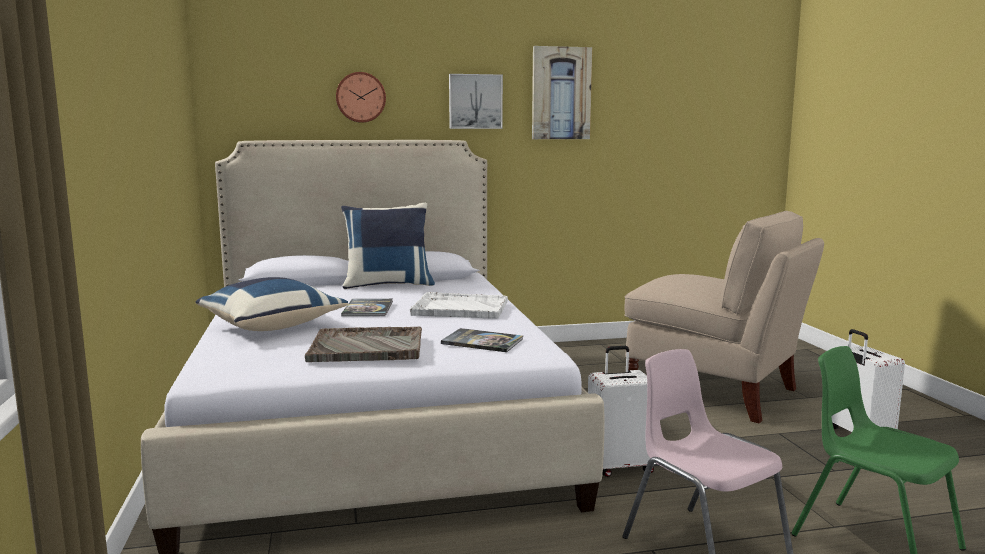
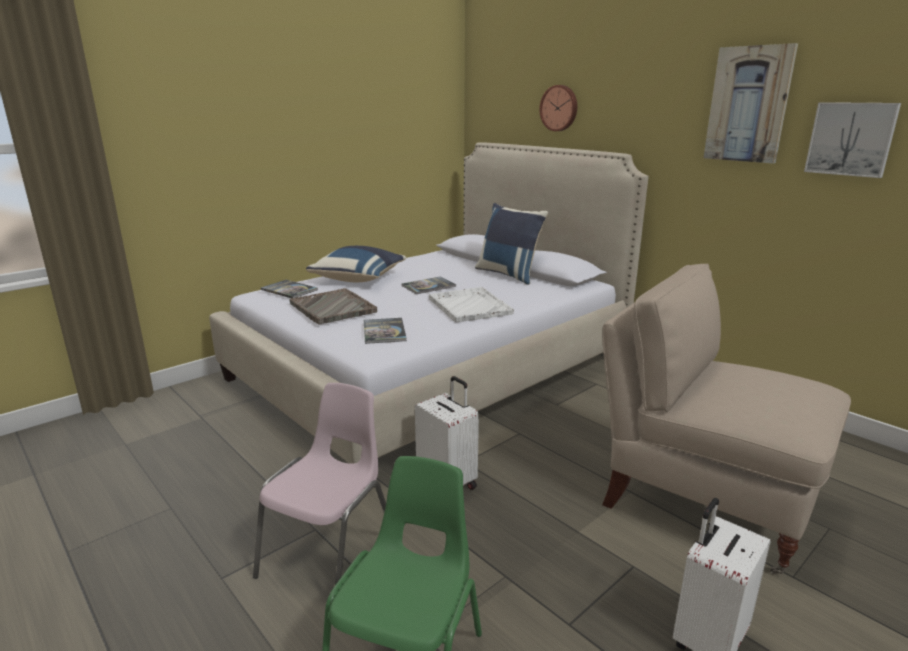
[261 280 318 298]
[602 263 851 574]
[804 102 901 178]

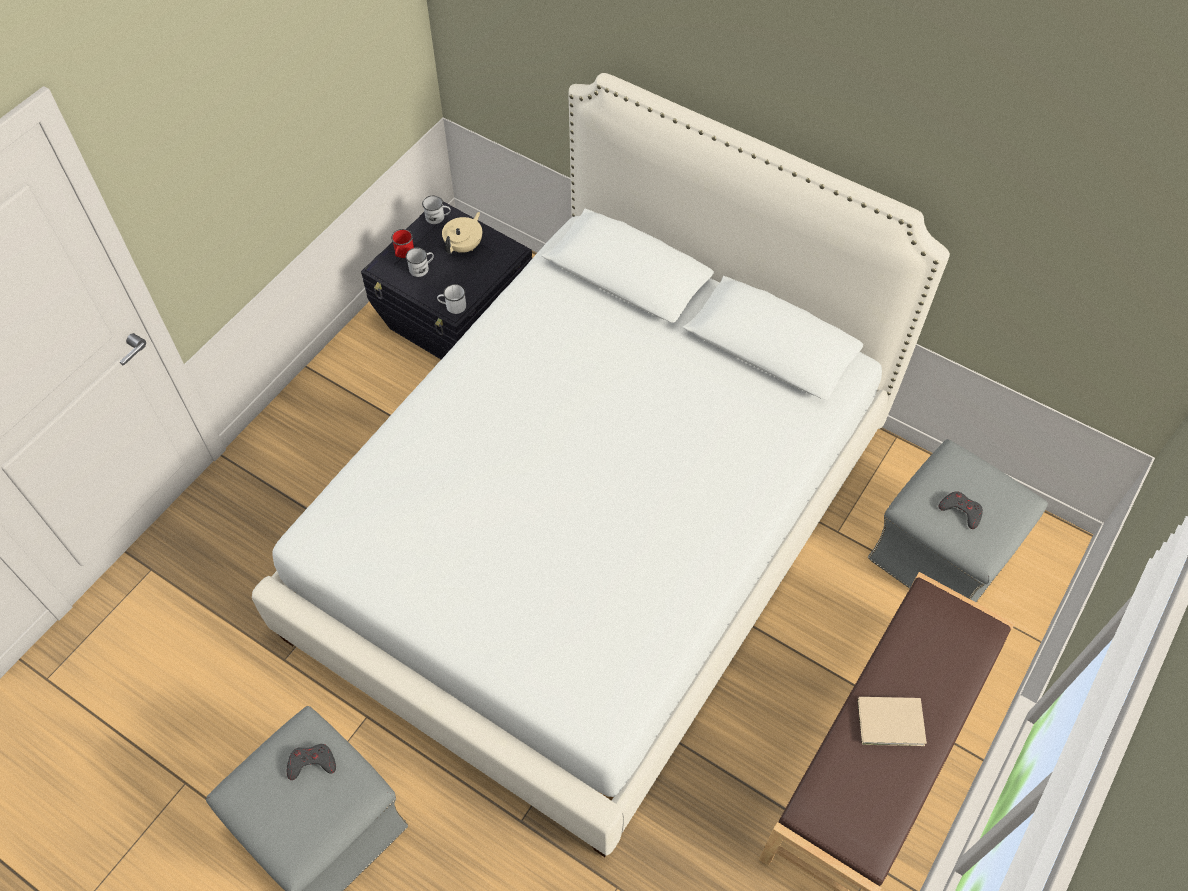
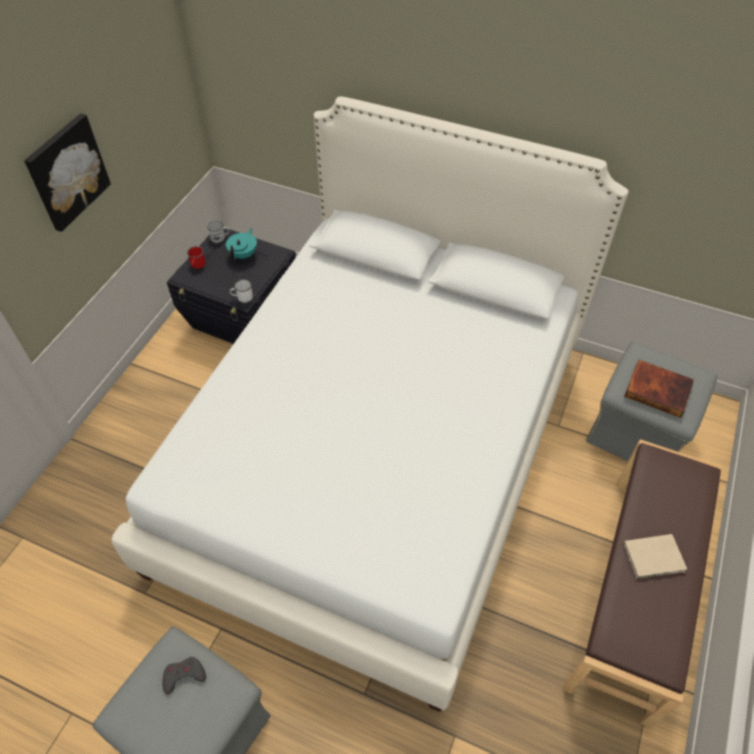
[24 113 111 232]
[226 228 257 260]
[624 360 694 418]
[406 248 434 277] (first image)

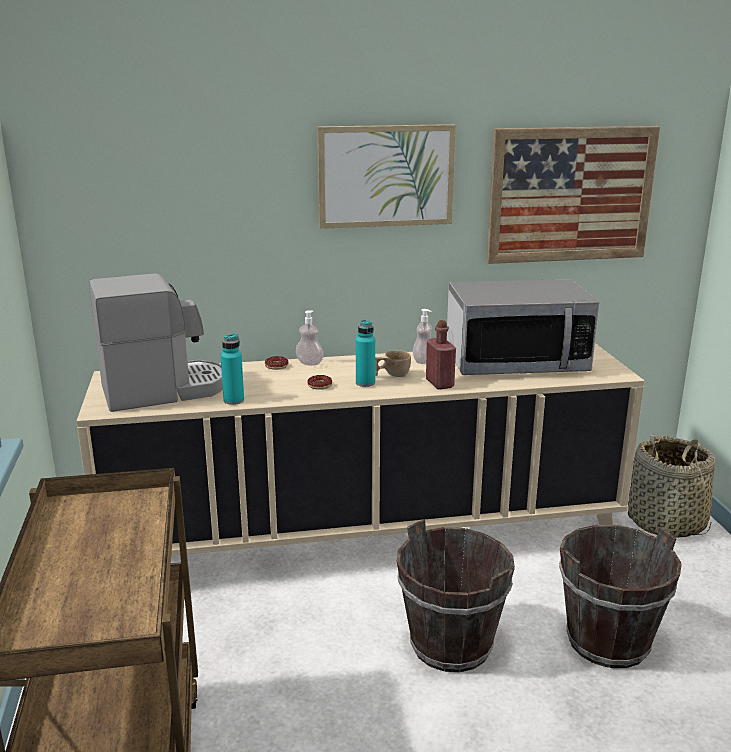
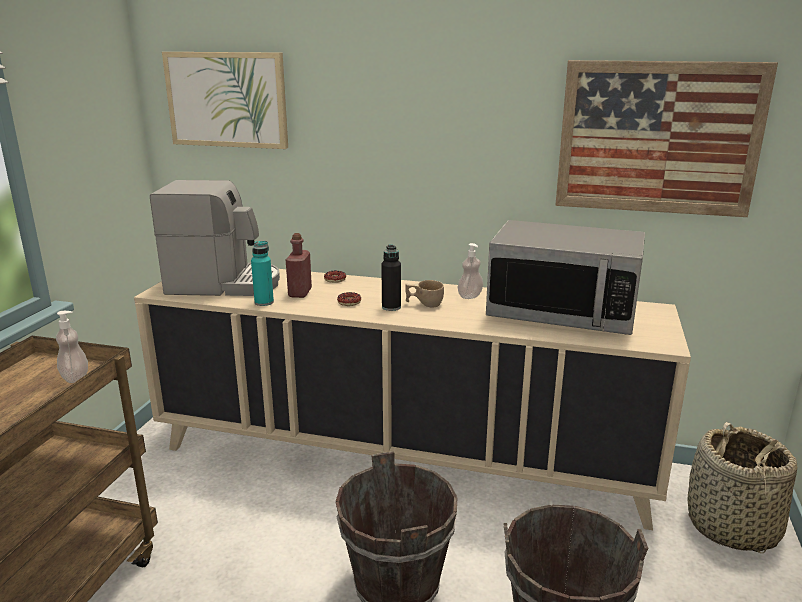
[56 311 88 383]
[162 52 288 149]
[286 233 312 298]
[381 244 401 311]

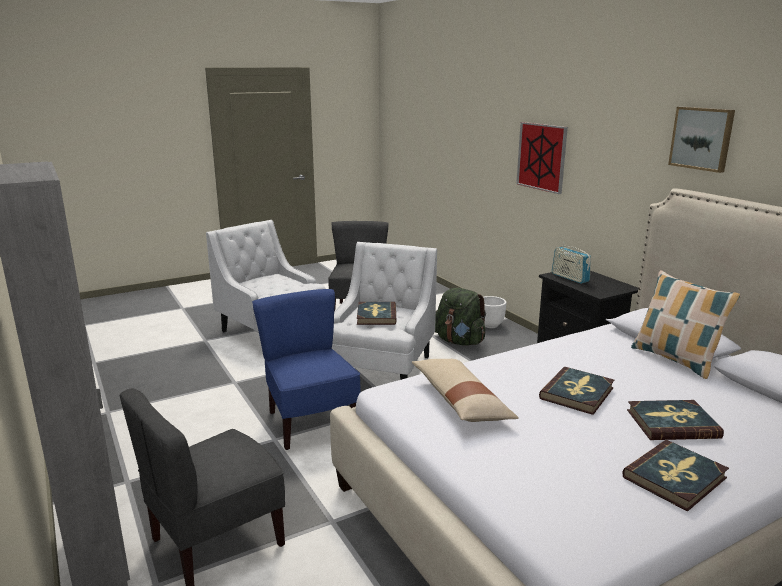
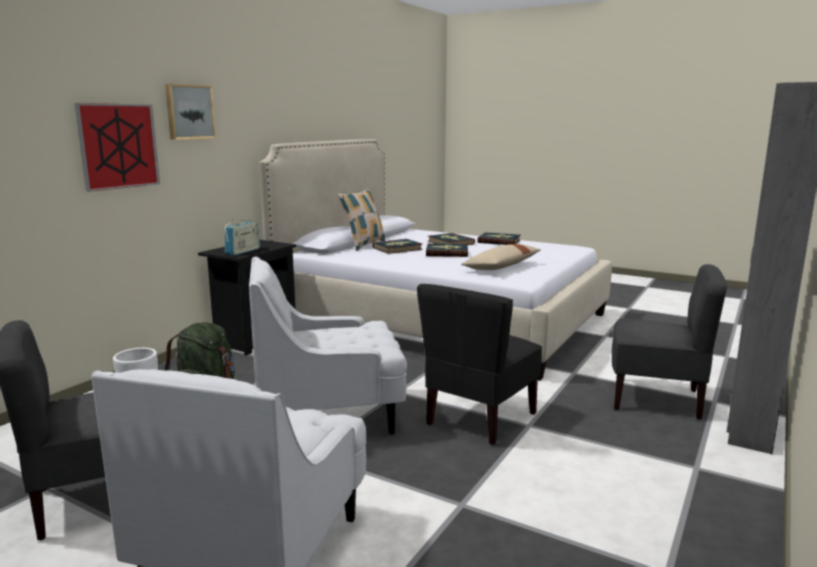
[165 84 216 140]
[372 239 423 254]
[417 284 542 445]

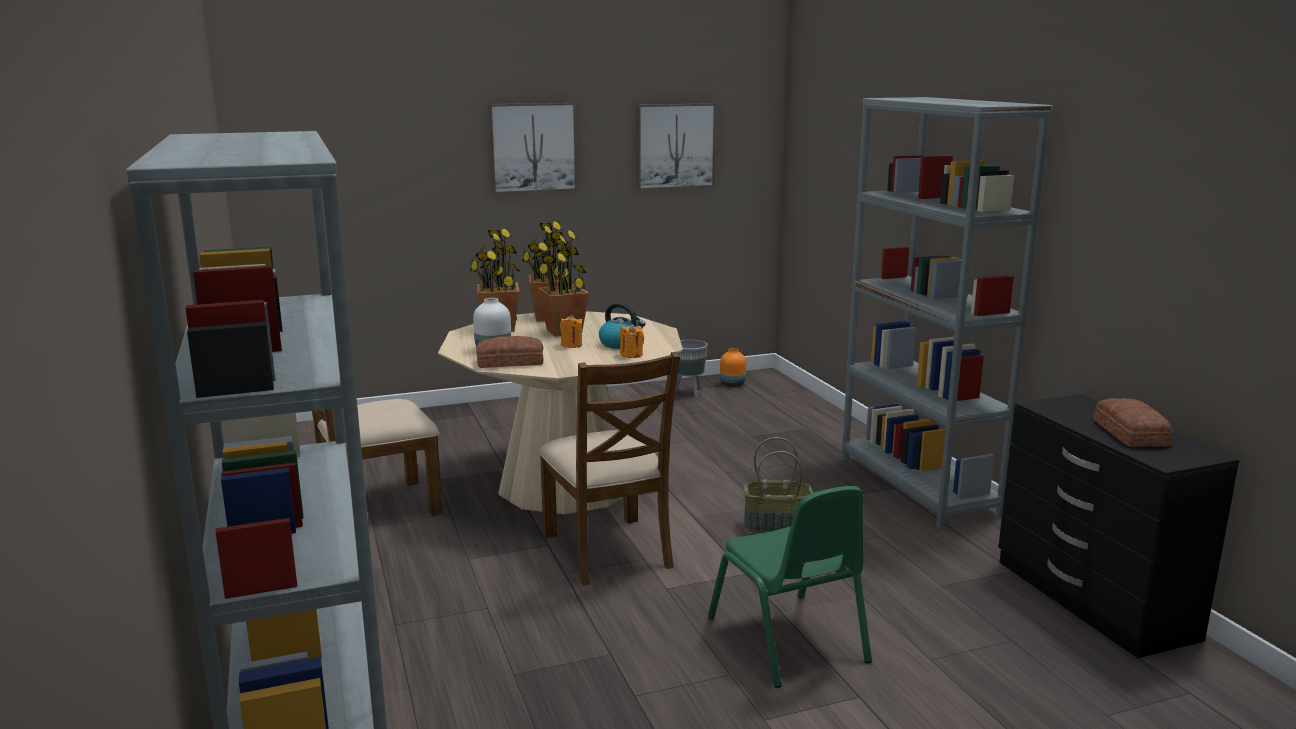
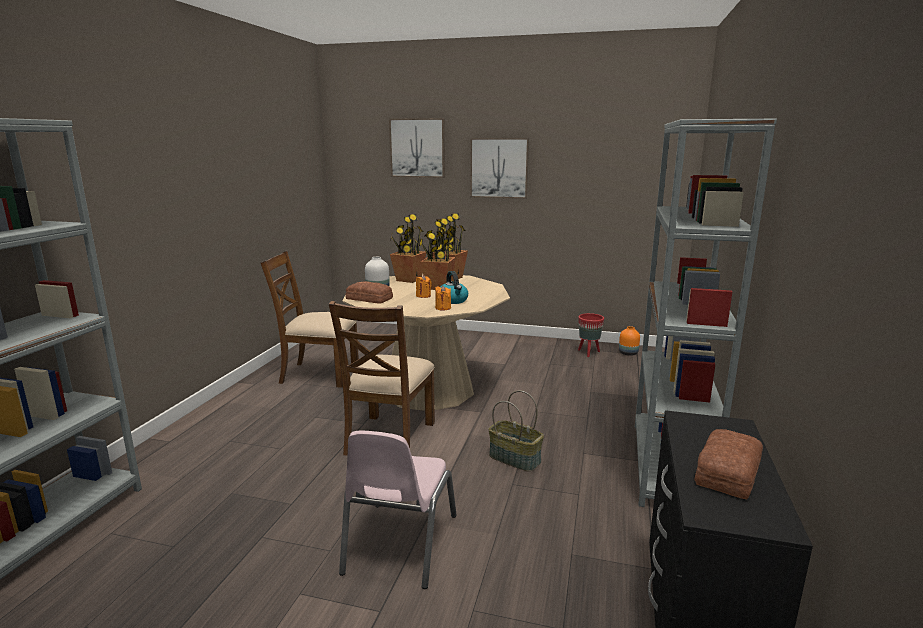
[339 431 457 589]
[389 118 445 178]
[578 313 604 357]

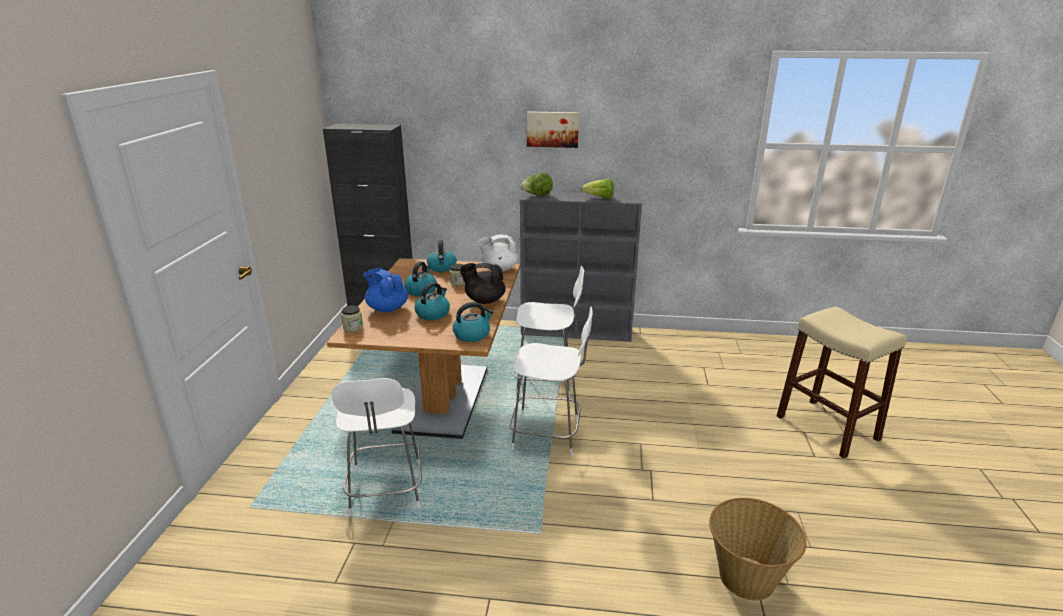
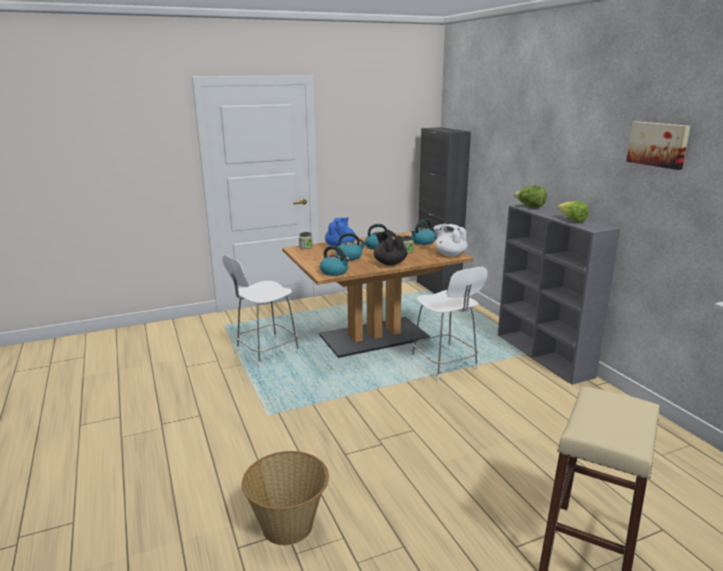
[626 121 690 170]
[509 306 593 456] (first image)

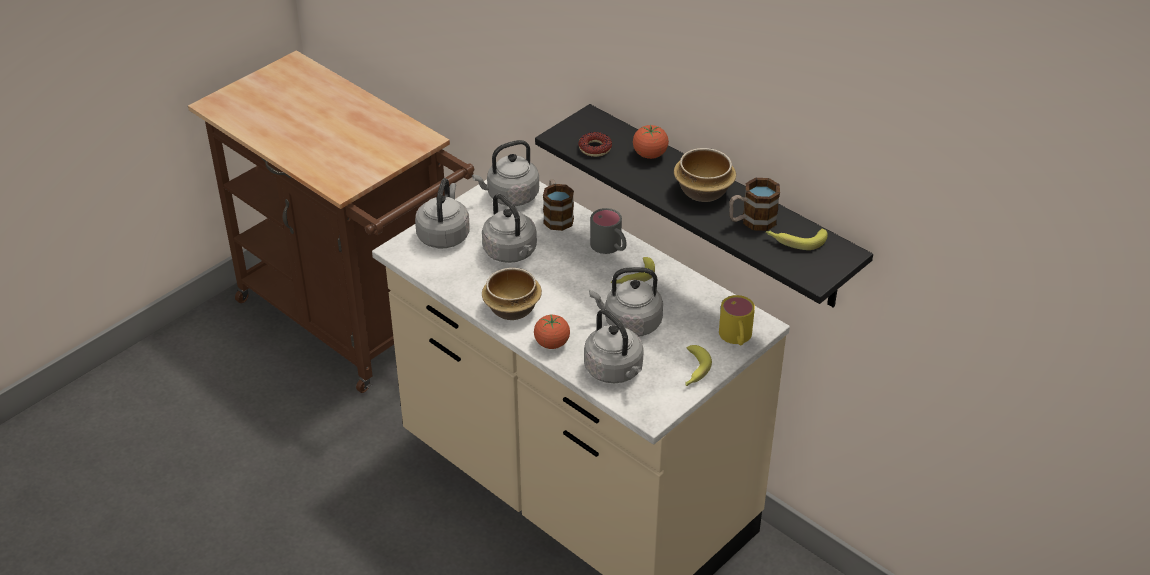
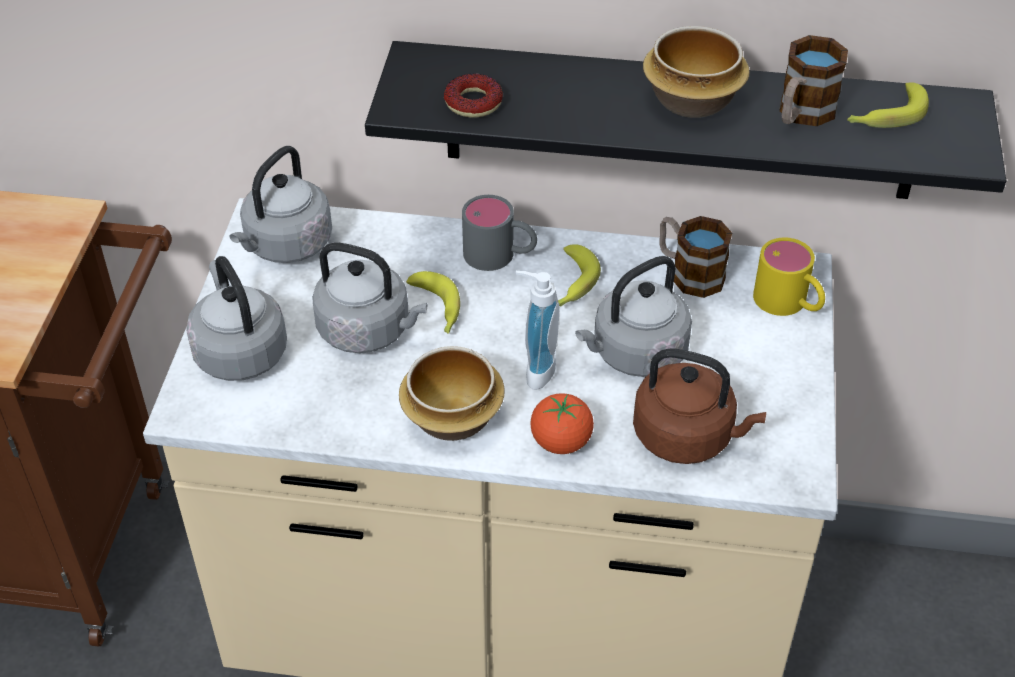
[406 271 460 334]
[515 271 559 390]
[633 348 766 464]
[659 216 732 298]
[633 125 669 159] (first image)

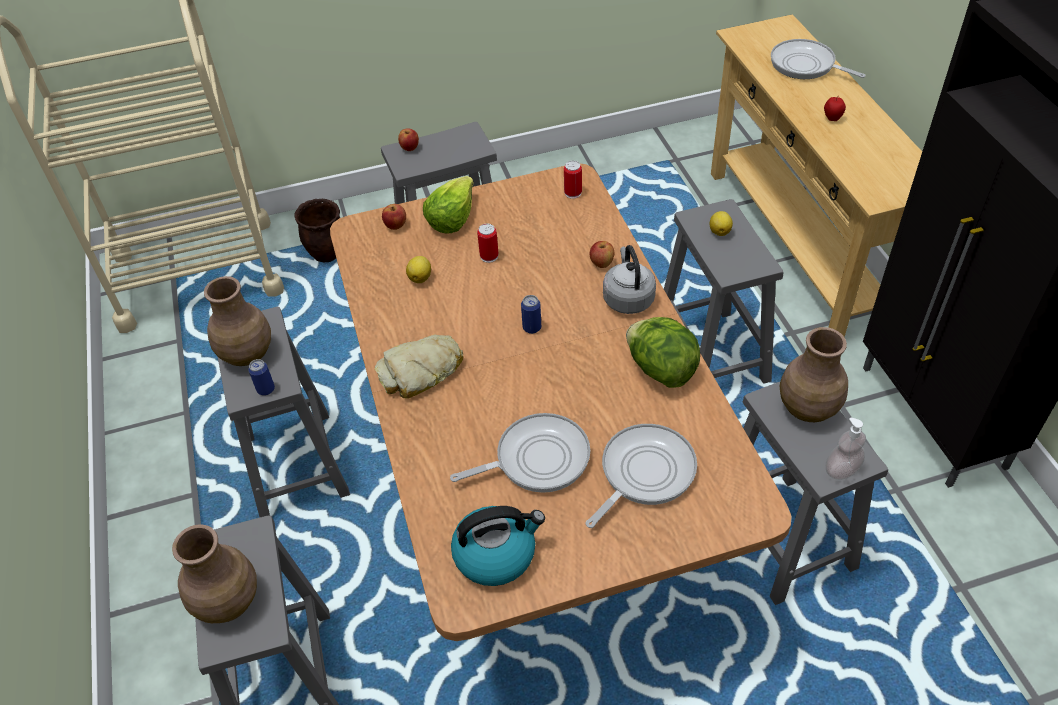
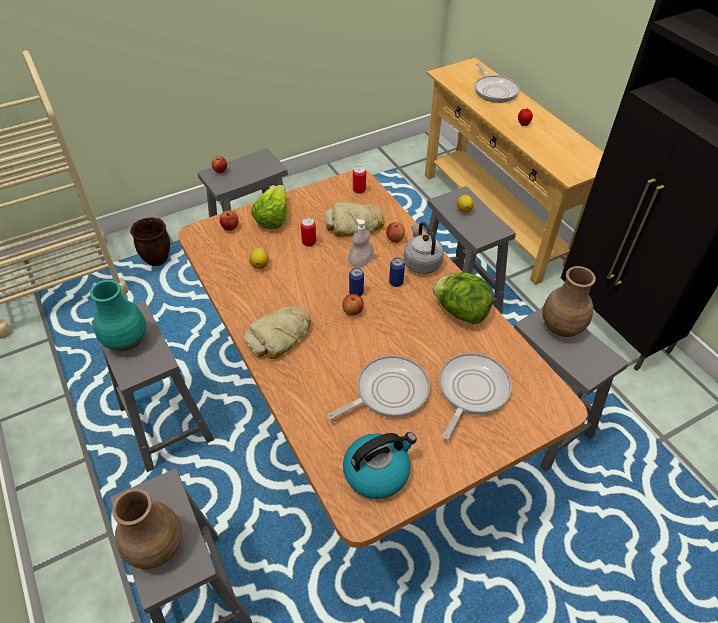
[90 280 146 352]
[325 202 385 236]
[342 294 364 316]
[348 219 374 268]
[389 257 405 287]
[475 63 520 103]

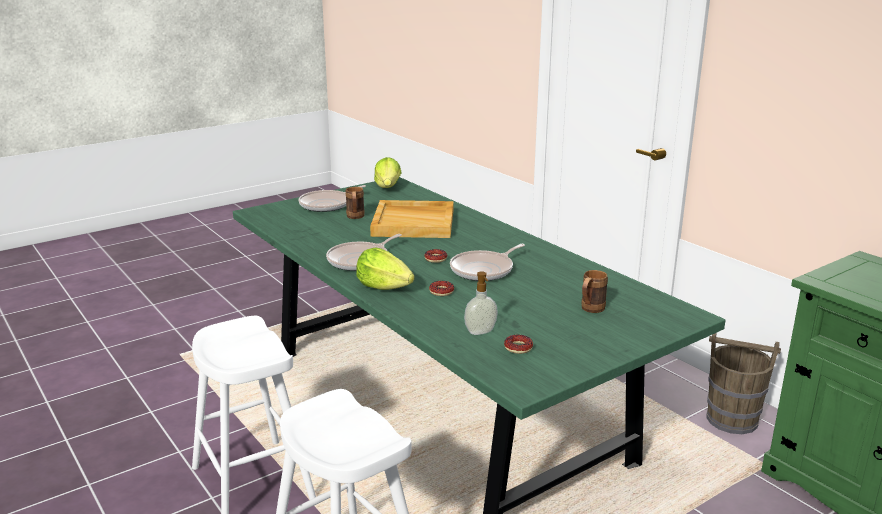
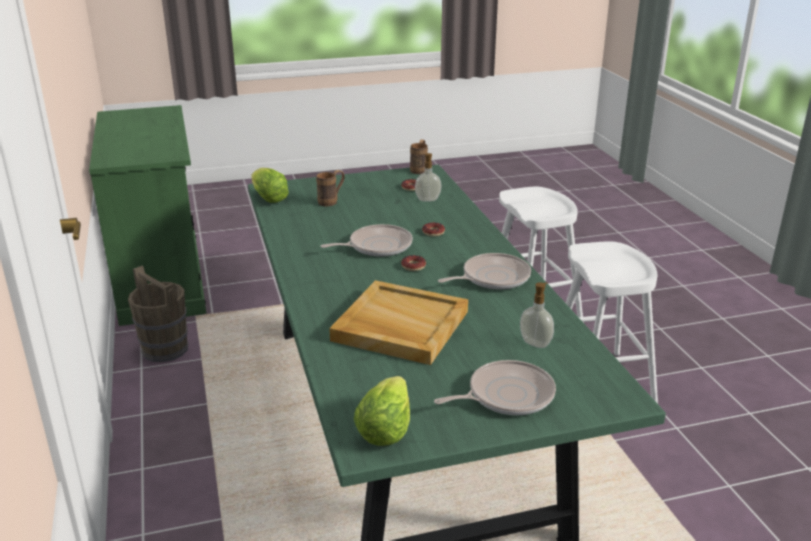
[251 168 289 203]
[410 140 428 174]
[520 282 554 348]

